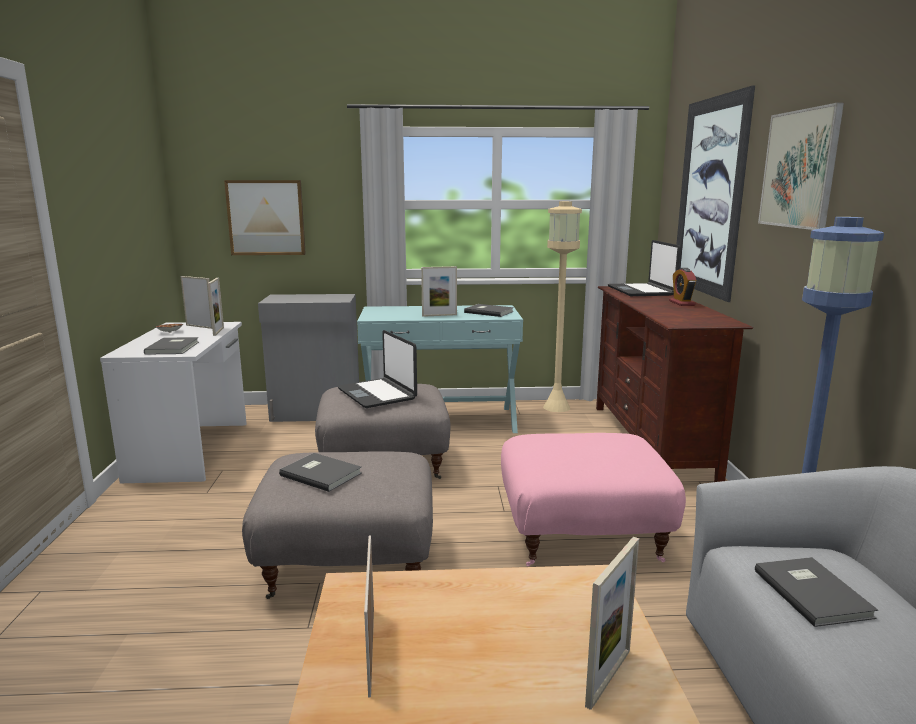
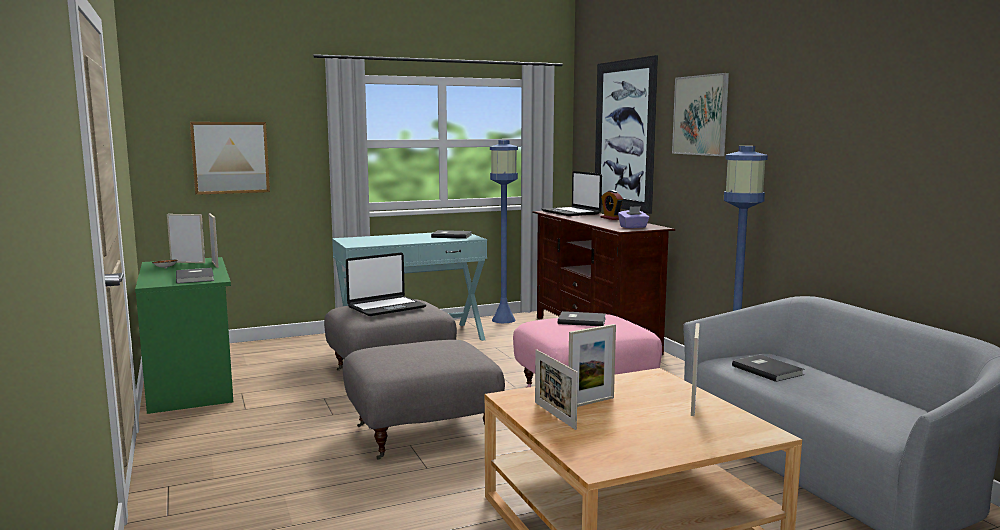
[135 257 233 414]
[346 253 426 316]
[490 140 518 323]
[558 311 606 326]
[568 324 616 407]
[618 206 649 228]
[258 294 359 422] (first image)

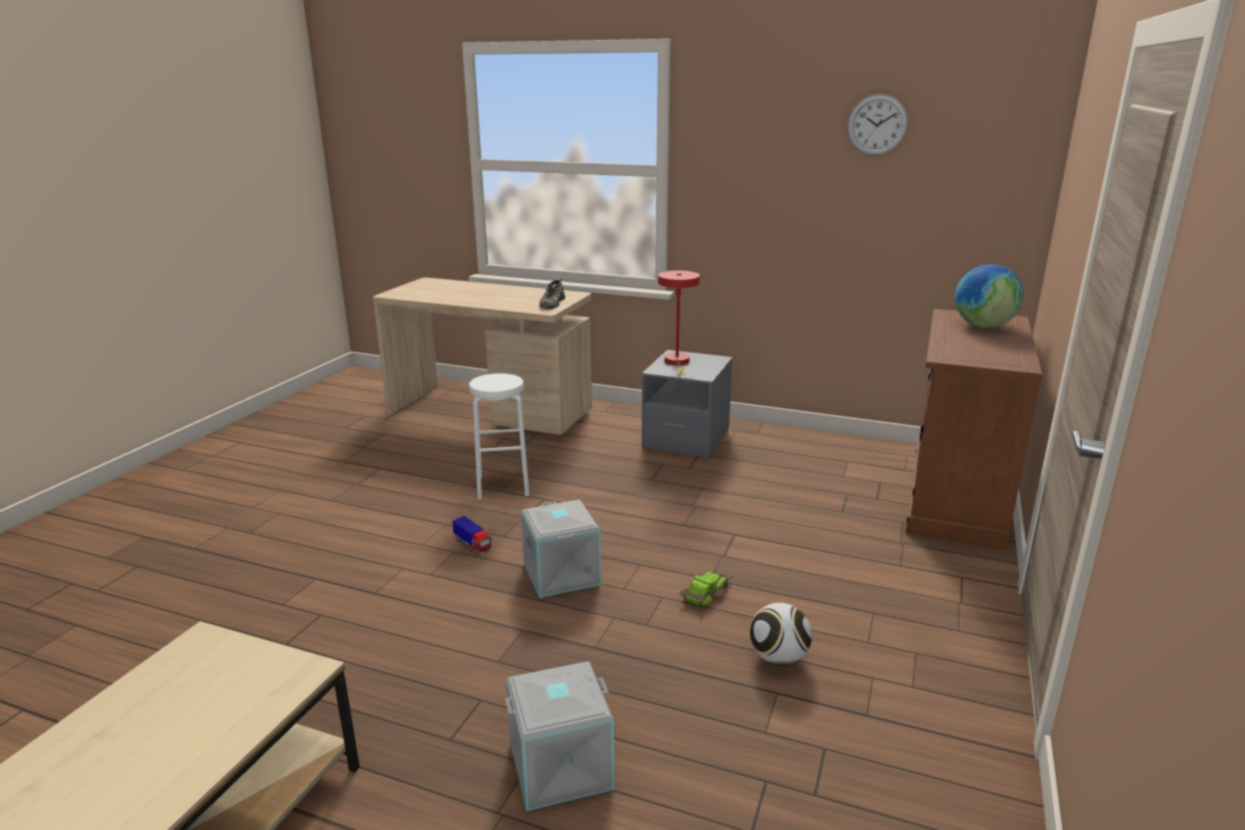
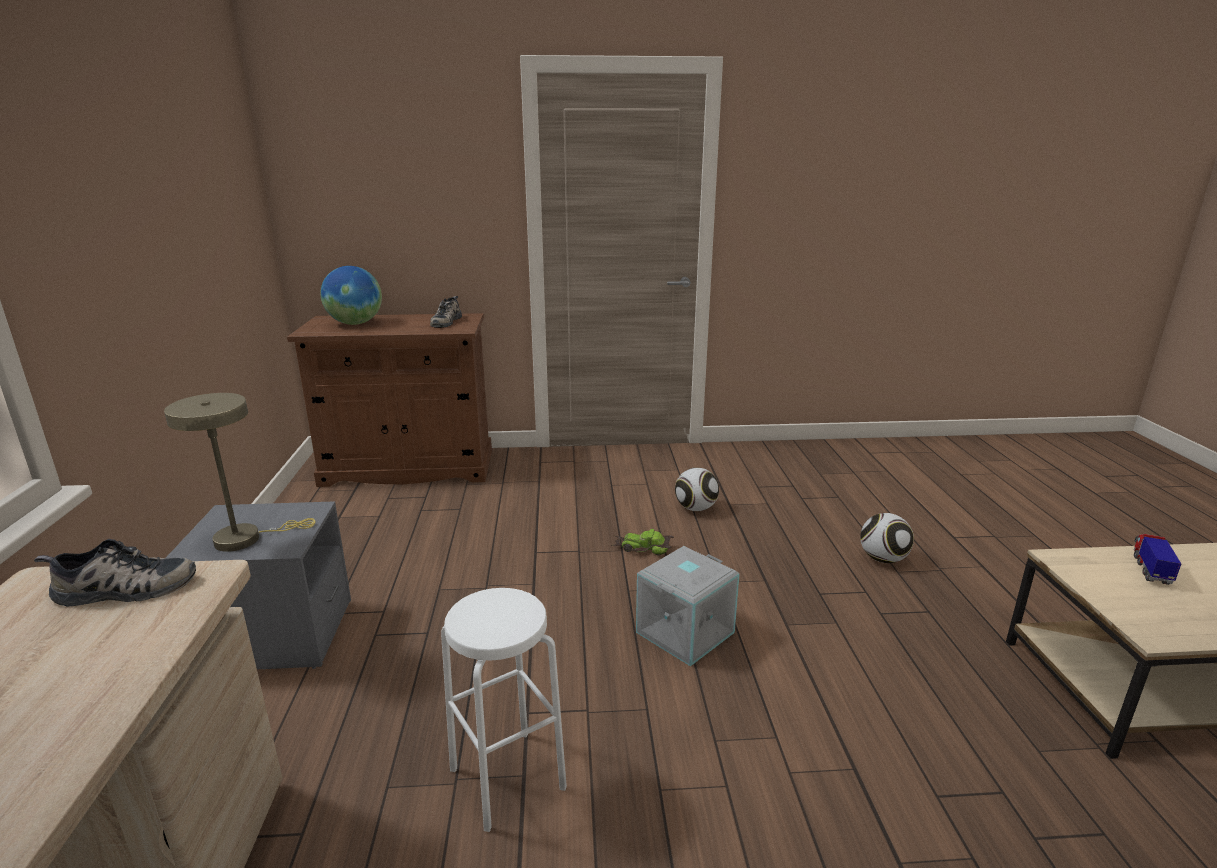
[164 393 315 552]
[430 296 462 328]
[860 513 914 563]
[1134 534 1181 585]
[847 94 908 156] (first image)

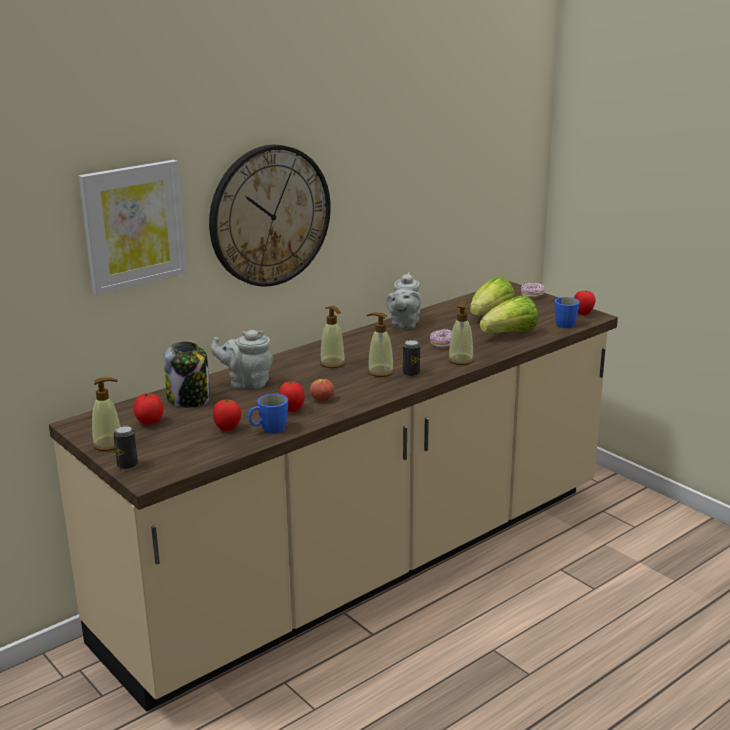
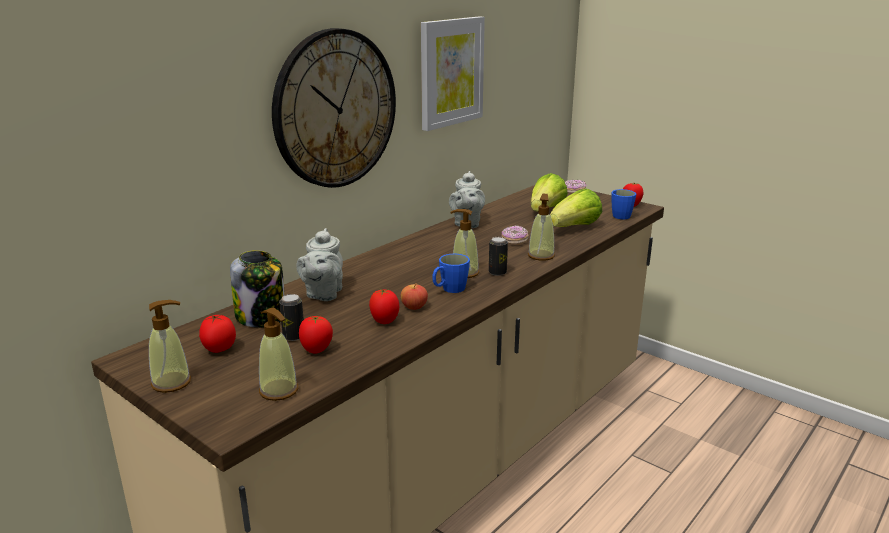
[259 308 298 401]
[279 294 304 341]
[296 228 343 301]
[421 16 485 131]
[432 254 470 293]

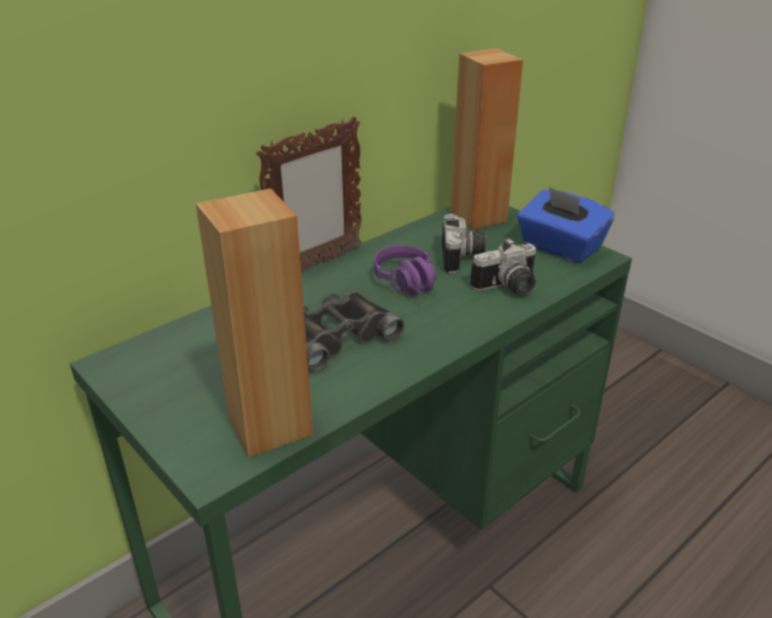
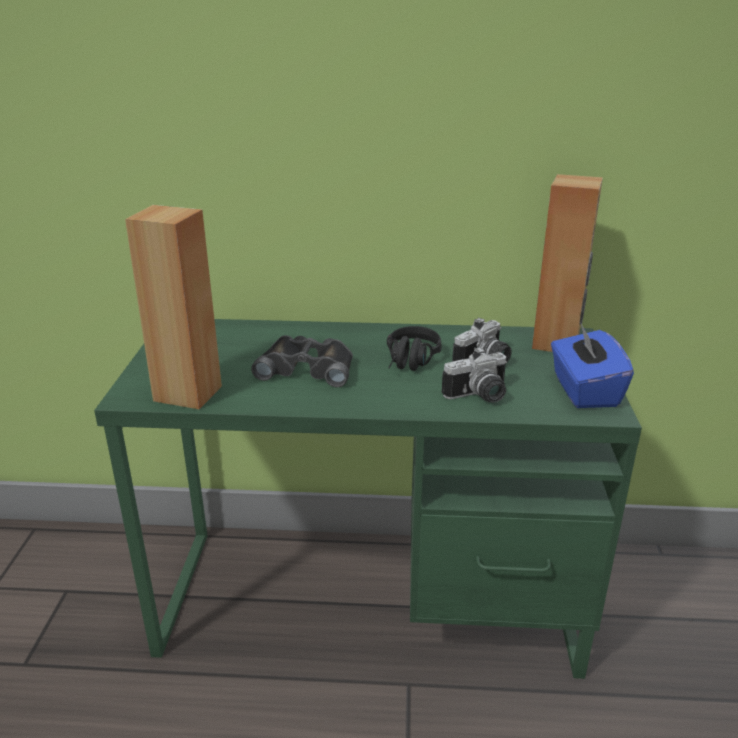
[387 326 442 371]
[442 347 507 403]
[256 117 362 272] (first image)

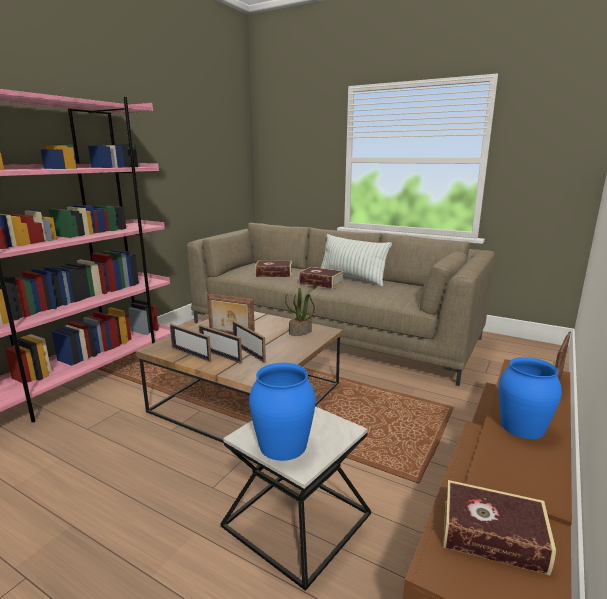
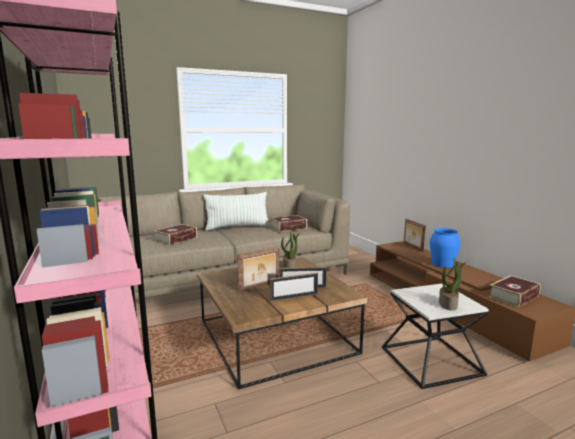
[270 215 307 232]
[439 258 466 310]
[170 324 211 362] (first image)

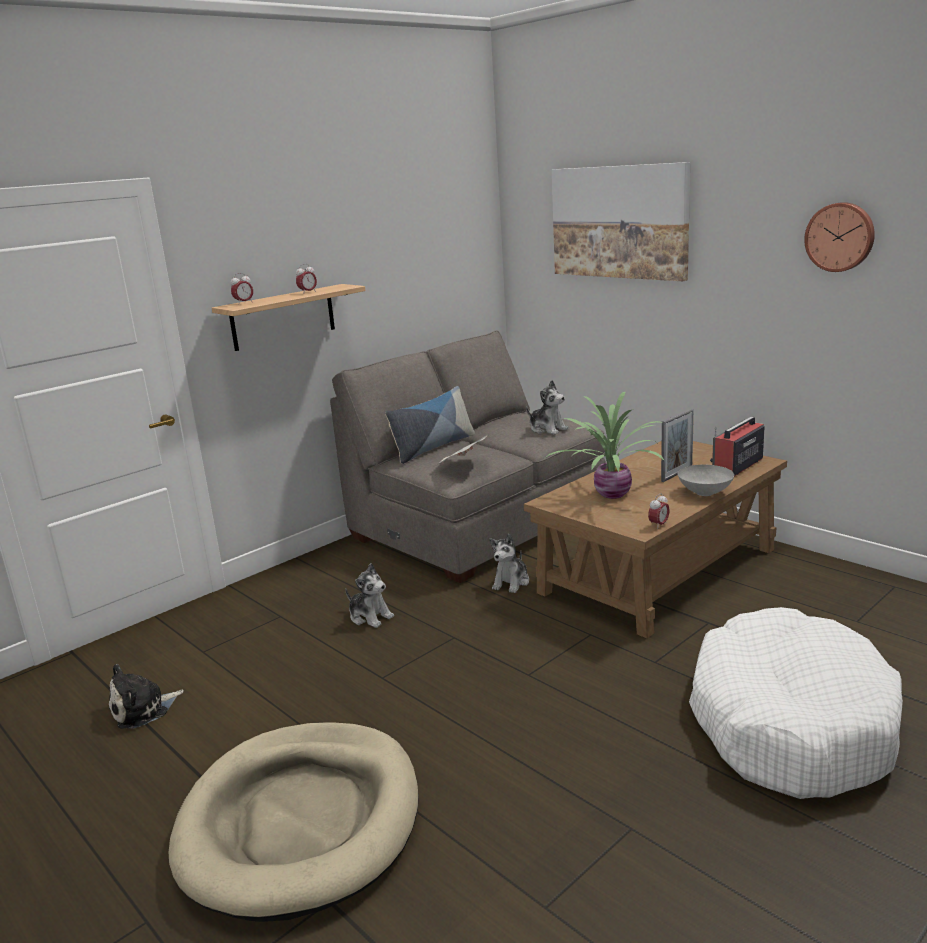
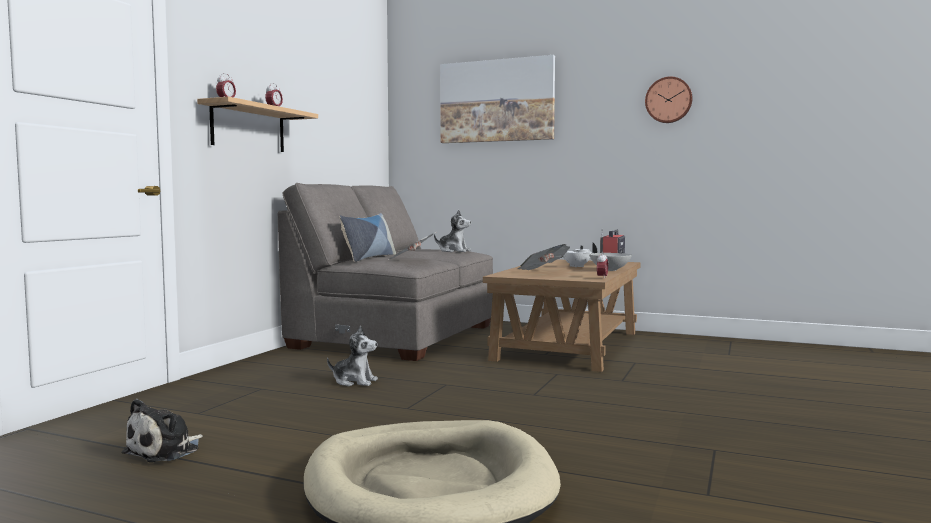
[518 244 570 270]
[563 242 597 267]
[490 534 529 593] (first image)
[689 607 903 799] (first image)

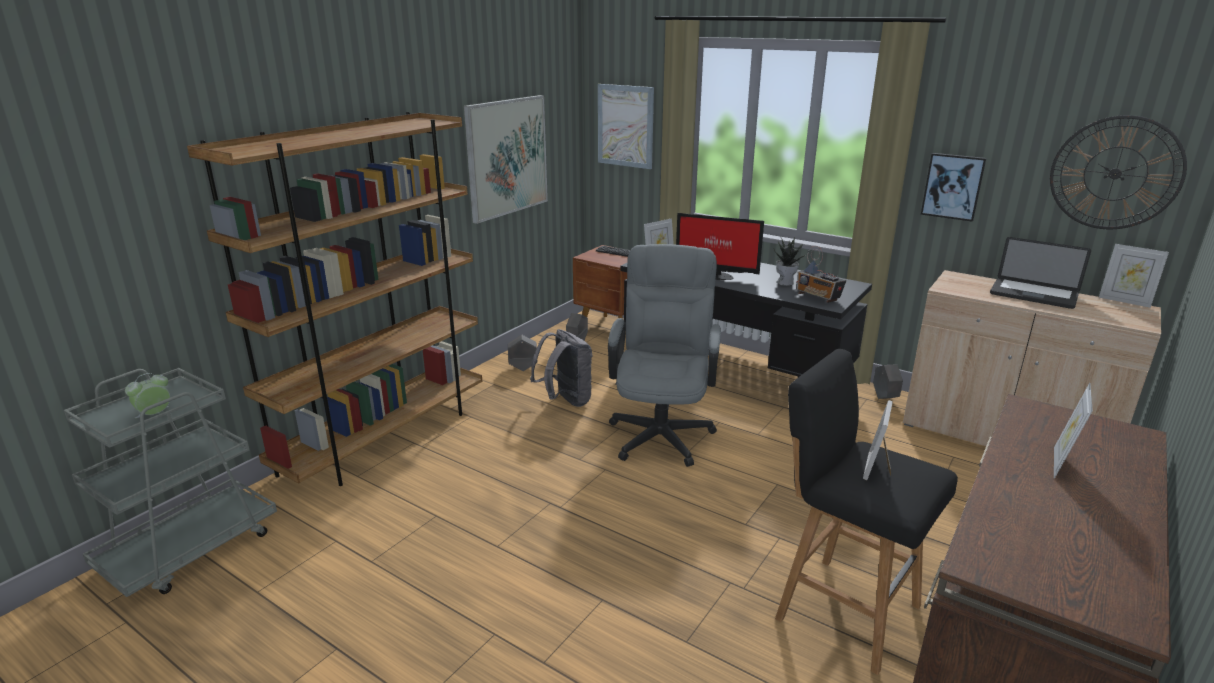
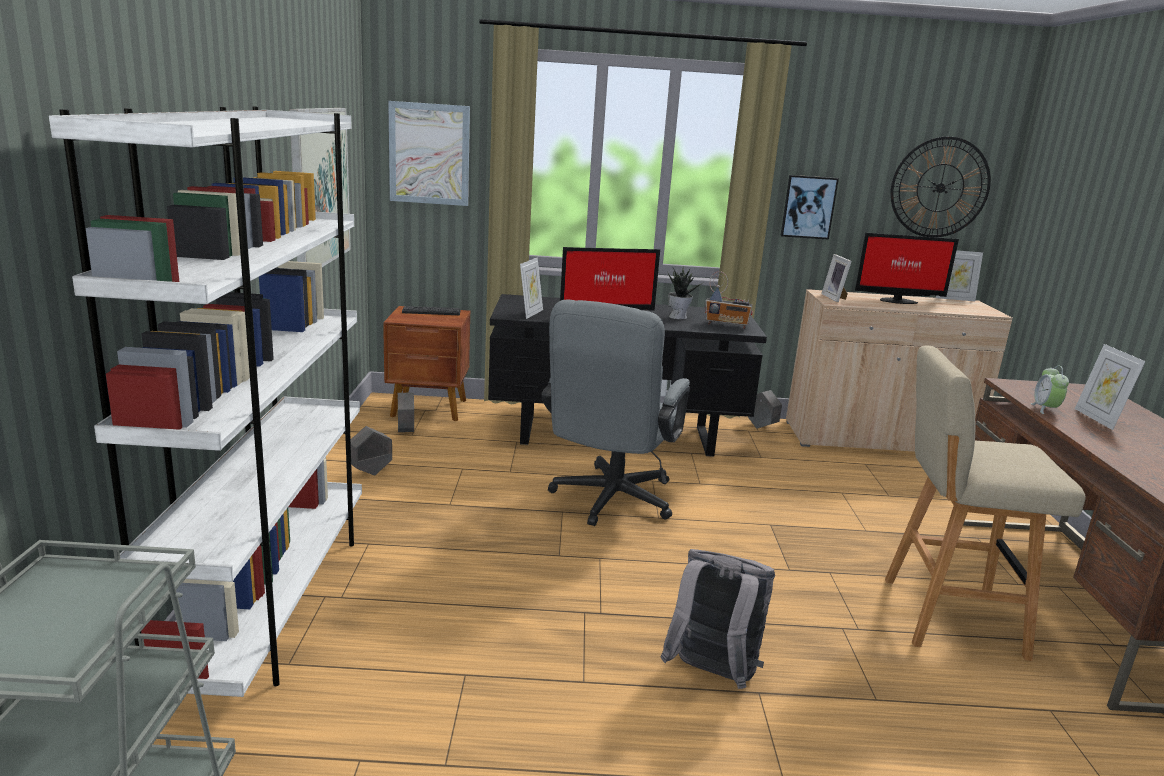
[49 106 362 697]
[541 300 690 526]
[661 549 775 689]
[821 254 852 302]
[855 233 959 304]
[885 345 1086 661]
[1030 365 1069 414]

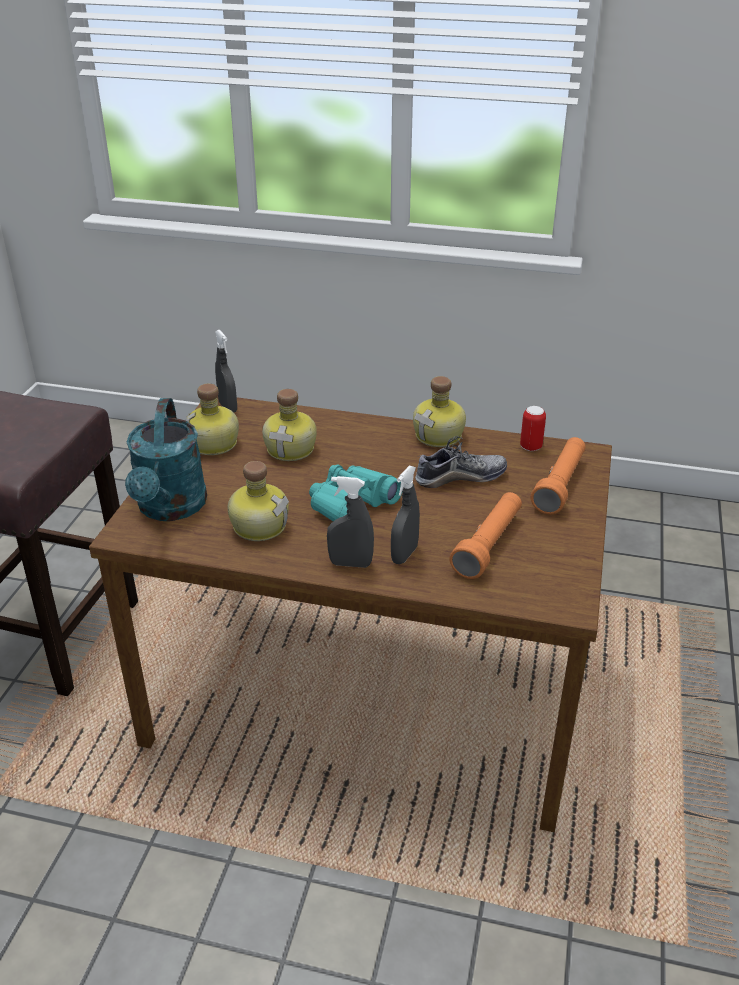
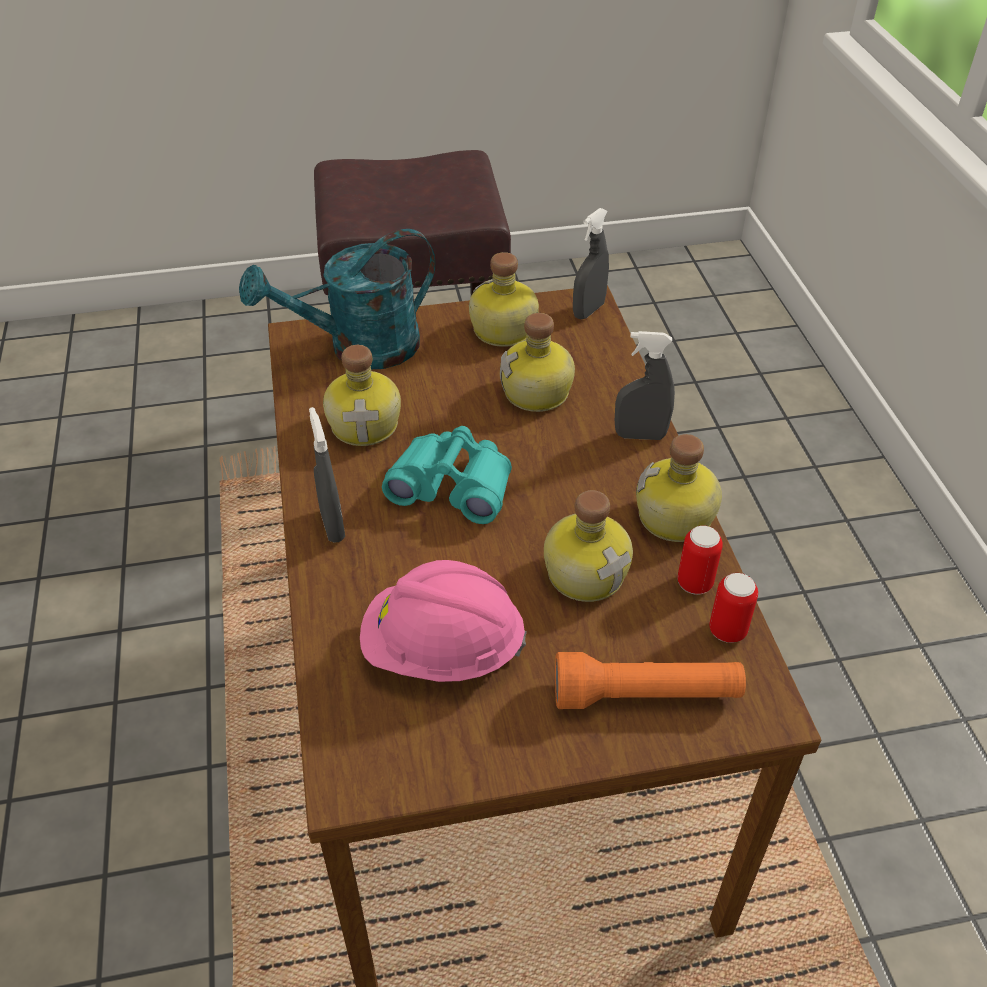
[360 560 527 682]
[544 490 633 602]
[615 331 675 440]
[678 525 723 595]

